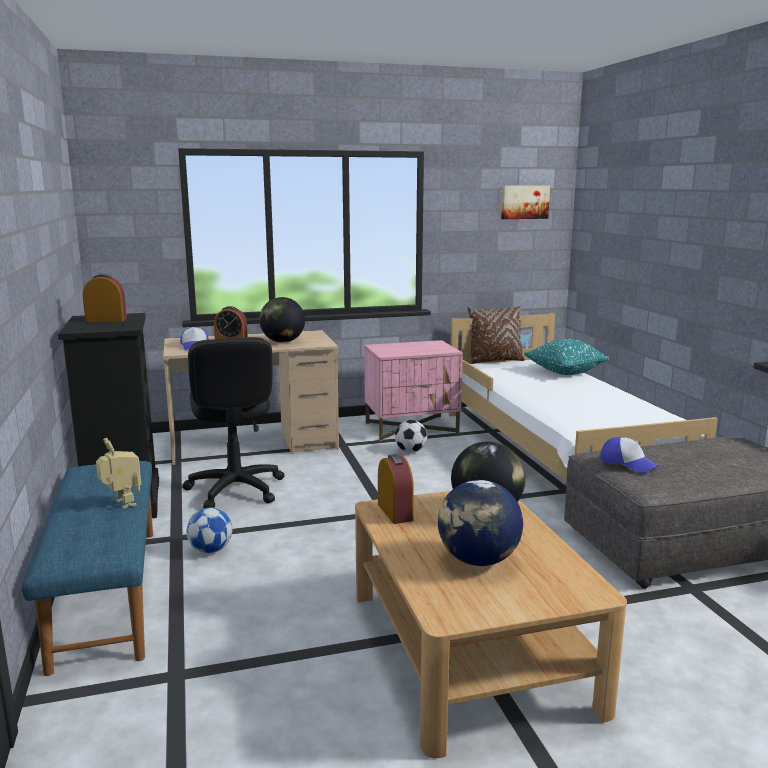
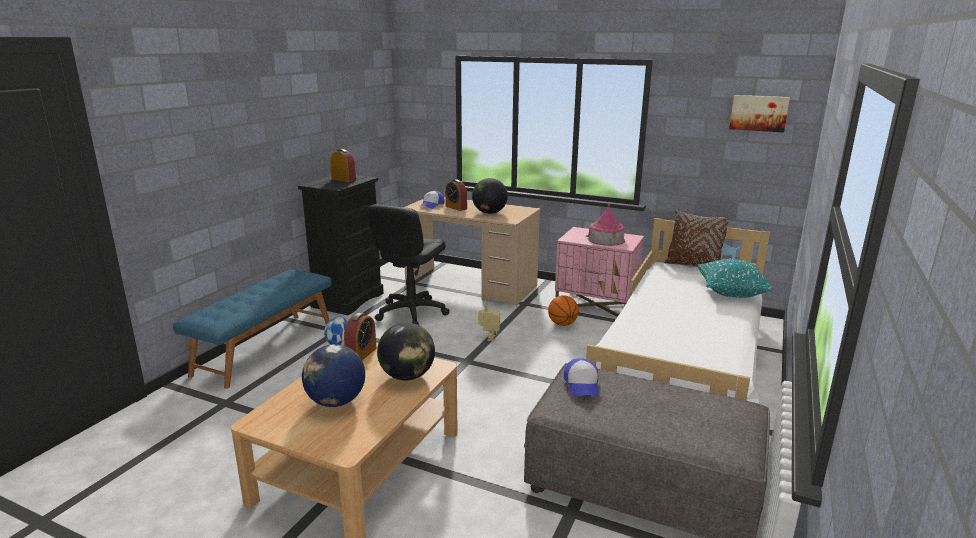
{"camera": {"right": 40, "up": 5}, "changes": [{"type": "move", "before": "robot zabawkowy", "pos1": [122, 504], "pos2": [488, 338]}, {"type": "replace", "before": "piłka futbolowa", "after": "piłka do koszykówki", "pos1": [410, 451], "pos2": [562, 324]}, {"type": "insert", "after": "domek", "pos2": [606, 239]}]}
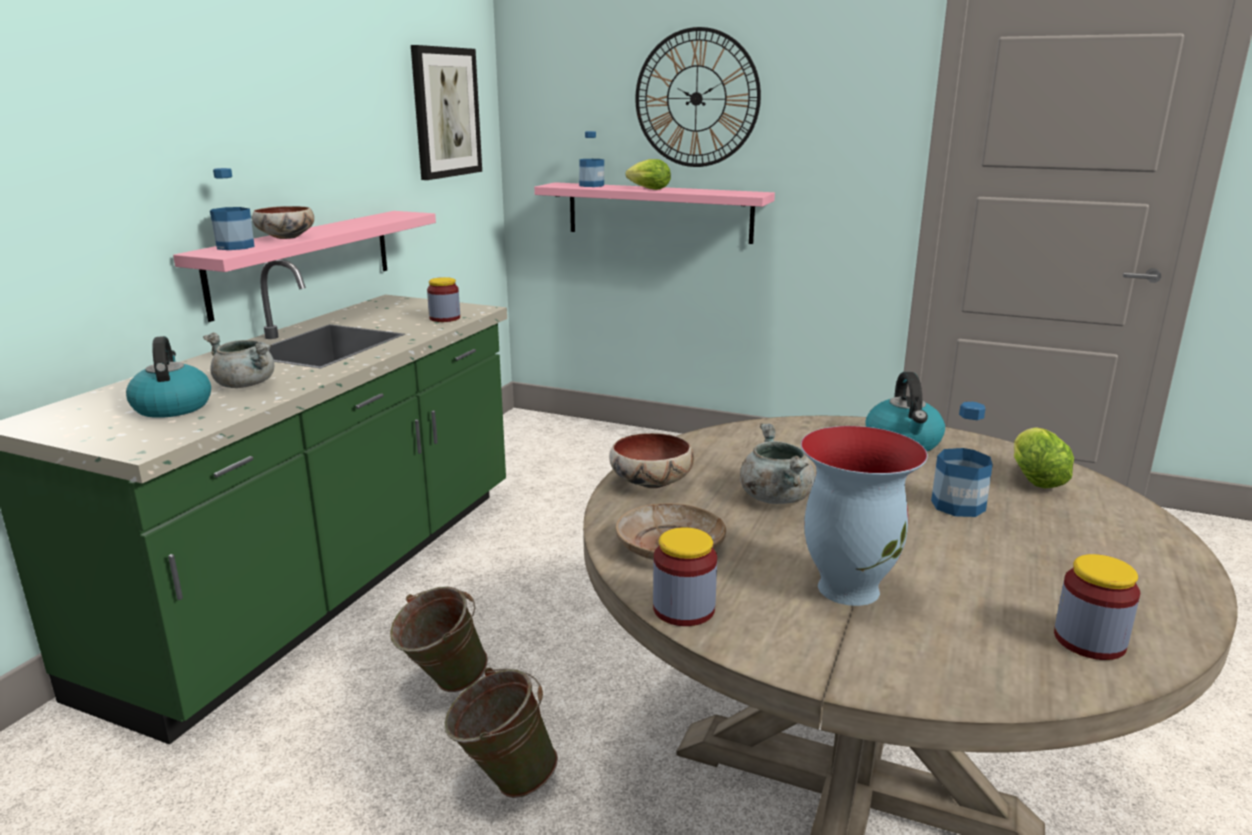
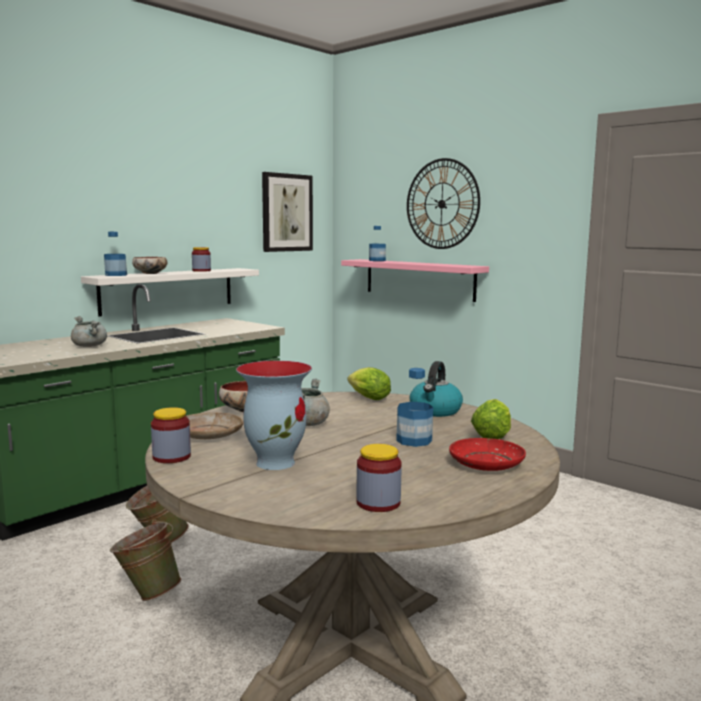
{"camera": {"right": 20, "up": -10}, "changes": [{"type": "delete", "before": "czajnik", "pos1": [172, 407]}, {"type": "recolor", "before": "półka/różowy", "after": "półka/biały", "pos1": [303, 261], "pos2": [168, 290]}, {"type": "move", "before": "słoik", "pos1": [445, 318], "pos2": [201, 271]}, {"type": "move", "before": "sałata", "pos1": [647, 189], "pos2": [366, 398]}, {"type": "insert", "after": "talerz/czerwony", "pos2": [486, 463]}]}
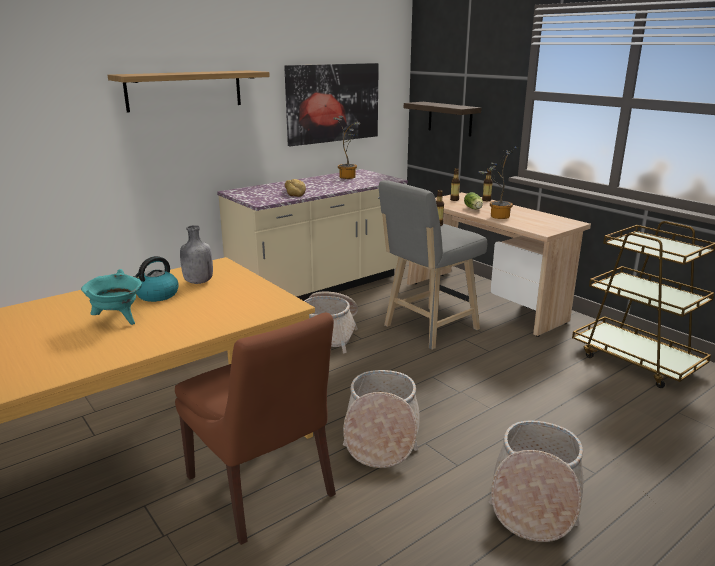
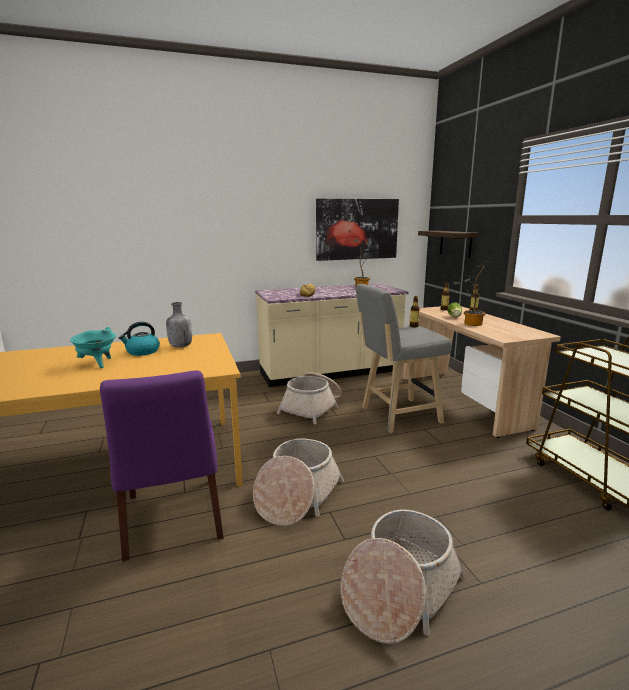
{"camera": {"right": 20, "up": -5}, "changes": [{"type": "delete", "before": "półka", "pos1": [184, 90]}, {"type": "recolor", "before": "krzesło/brązowy", "after": "krzesło/fioletowy", "pos1": [262, 489], "pos2": [173, 519]}]}
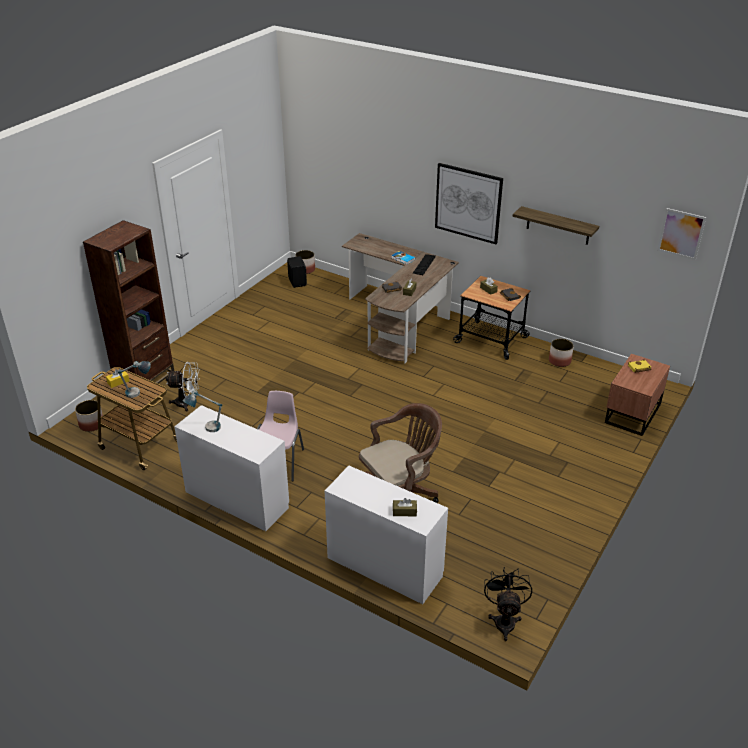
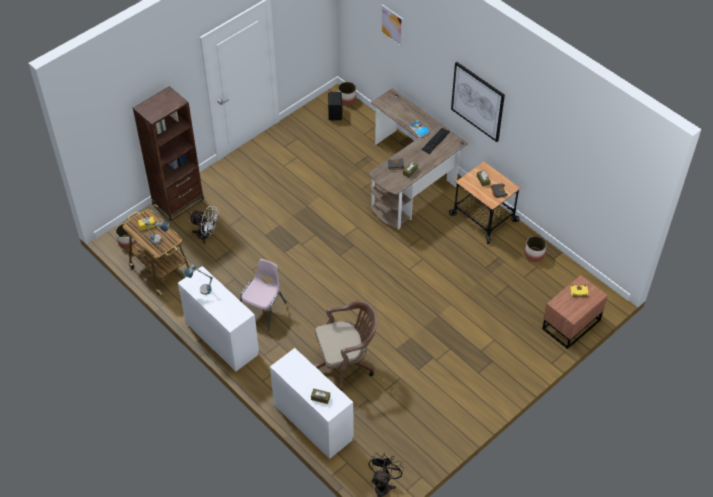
{"camera": {"right": 15, "up": 15}, "changes": [{"type": "delete", "before": "półka", "pos1": [558, 226]}, {"type": "move", "before": "obraz", "pos1": [681, 233], "pos2": [392, 25]}]}
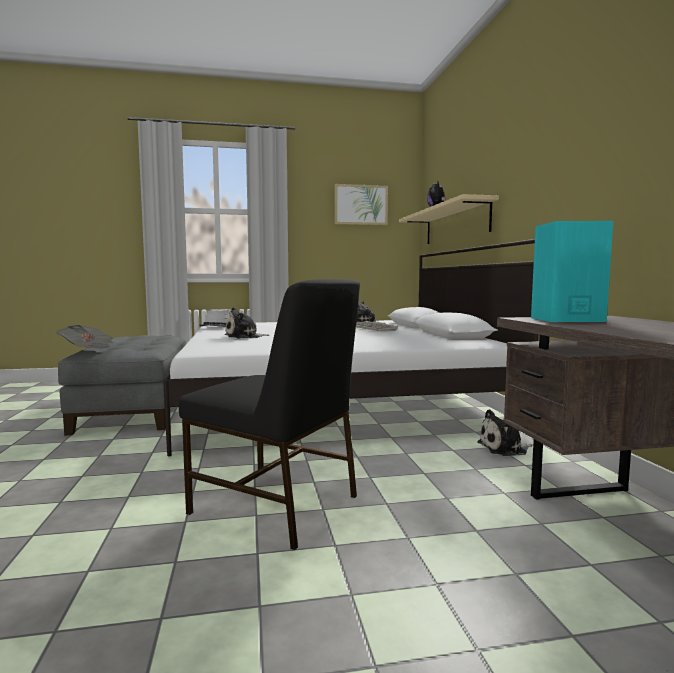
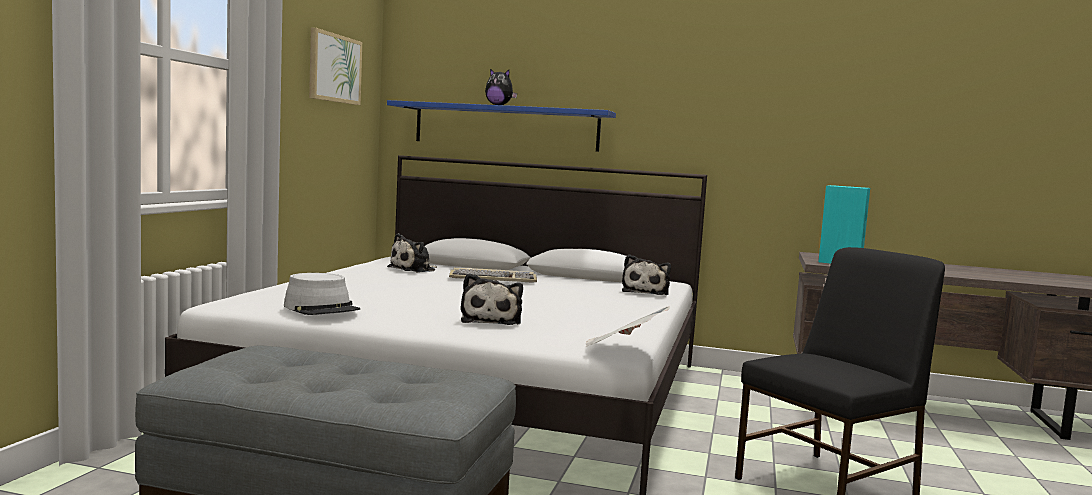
{"camera": {"right": -65, "up": 0}, "changes": [{"type": "move", "before": "gazeta", "pos1": [88, 352], "pos2": [622, 350]}, {"type": "recolor", "before": "półka/beżowy", "after": "półka/niebieski", "pos1": [455, 224], "pos2": [506, 127]}, {"type": "move", "before": "pluszak", "pos1": [504, 448], "pos2": [646, 292]}]}
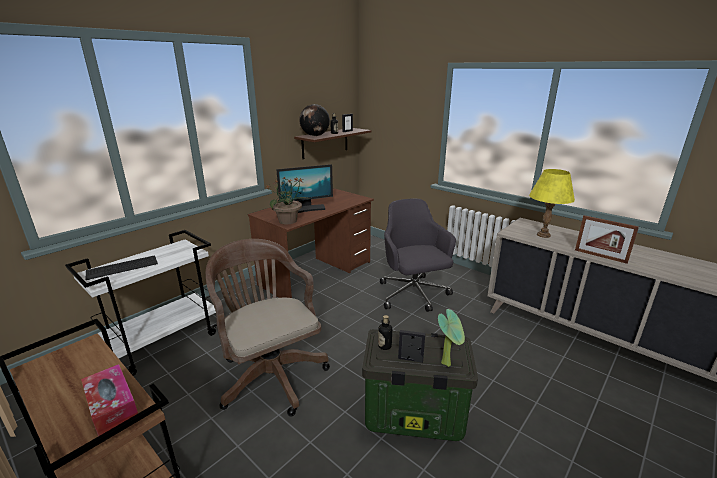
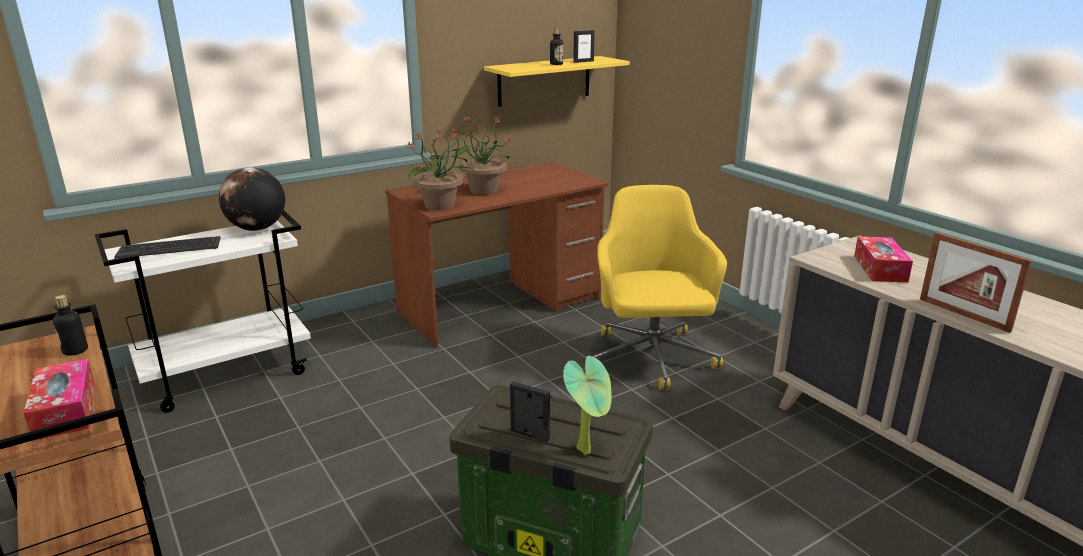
{"camera": {"right": 15, "up": 0}, "changes": [{"type": "delete", "before": "krzesło biurowe/brązowy", "pos1": [270, 373]}, {"type": "replace", "before": "monitor", "after": "roślina doniczkowa", "pos1": [307, 209], "pos2": [483, 190]}, {"type": "recolor", "before": "półka/brązowy", "after": "półka/żółty", "pos1": [325, 143], "pos2": [544, 81]}, {"type": "move", "before": "globus", "pos1": [315, 136], "pos2": [257, 229]}, {"type": "move", "before": "butelka", "pos1": [384, 346], "pos2": [75, 350]}, {"type": "recolor", "before": "krzesło biurowe/szary", "after": "krzesło biurowe/żółty", "pos1": [413, 295], "pos2": [651, 360]}, {"type": "replace", "before": "lampa stołowa/żółty", "after": "pudełko chusteczek", "pos1": [544, 235], "pos2": [880, 268]}]}
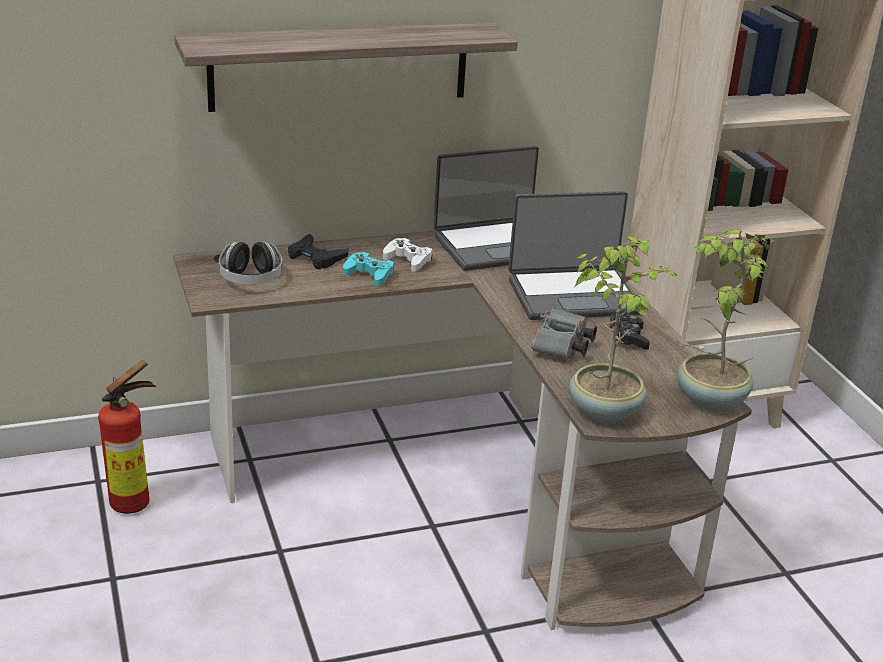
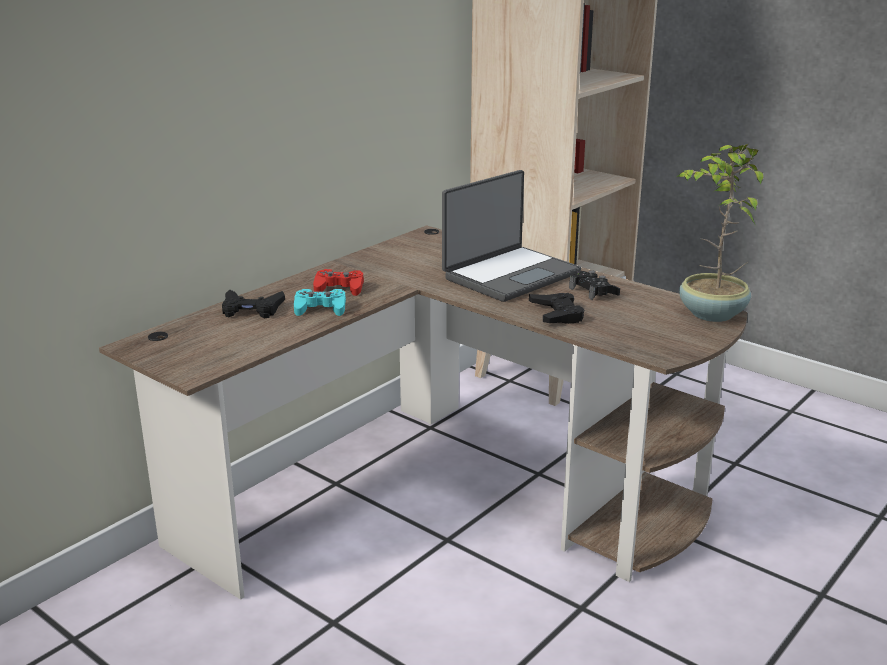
{"camera": {"right": -30, "up": -5}, "changes": [{"type": "delete", "before": "gaśnica", "pos1": [135, 502]}, {"type": "delete", "before": "półka", "pos1": [339, 66]}, {"type": "delete", "before": "słuchawki", "pos1": [250, 279]}, {"type": "recolor", "before": "pad do gier/biały", "after": "pad do gier/czerwony", "pos1": [408, 260], "pos2": [339, 288]}, {"type": "delete", "before": "laptop", "pos1": [497, 246]}, {"type": "replace", "before": "lornetka/szary", "after": "pad do gier/czarny", "pos1": [561, 348], "pos2": [557, 314]}, {"type": "delete", "before": "roślina doniczkowa", "pos1": [605, 410]}]}
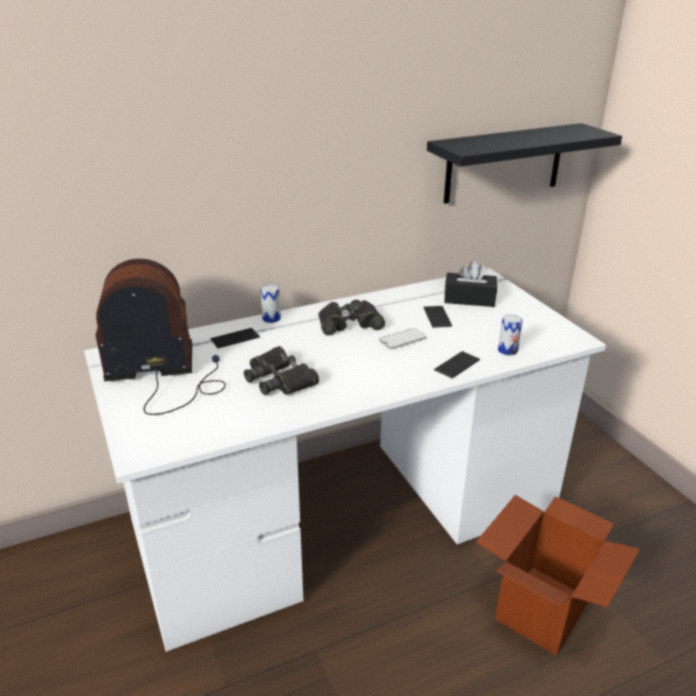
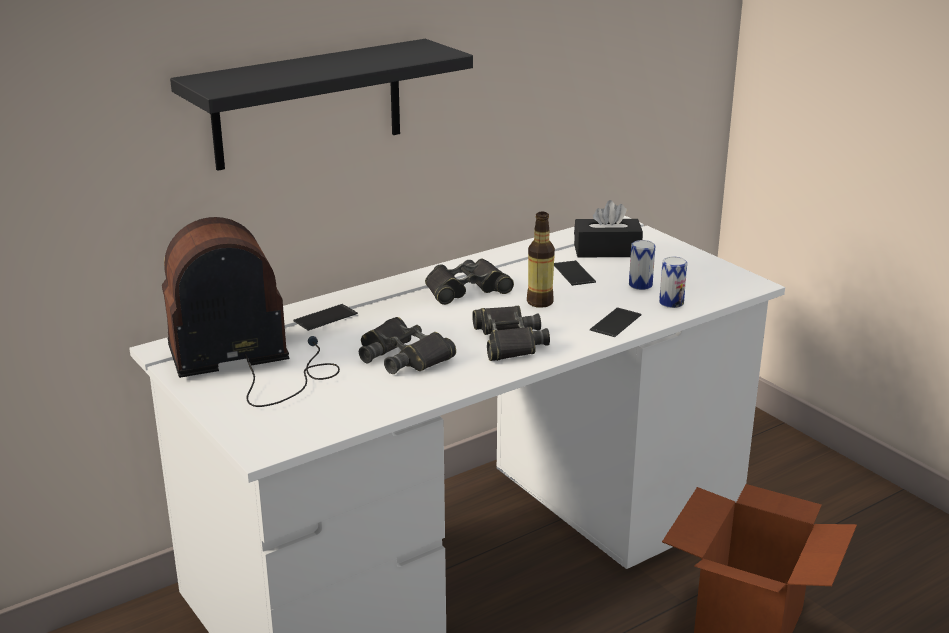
{"camera": {"right": -10, "up": -5}, "changes": [{"type": "move", "before": "puszka", "pos1": [271, 318], "pos2": [640, 285]}, {"type": "replace", "before": "telefon", "after": "butelka", "pos1": [402, 340], "pos2": [540, 302]}, {"type": "move", "before": "półka/czarny", "pos1": [504, 163], "pos2": [308, 104]}, {"type": "insert", "after": "lornetka/czarny", "pos2": [508, 341]}]}
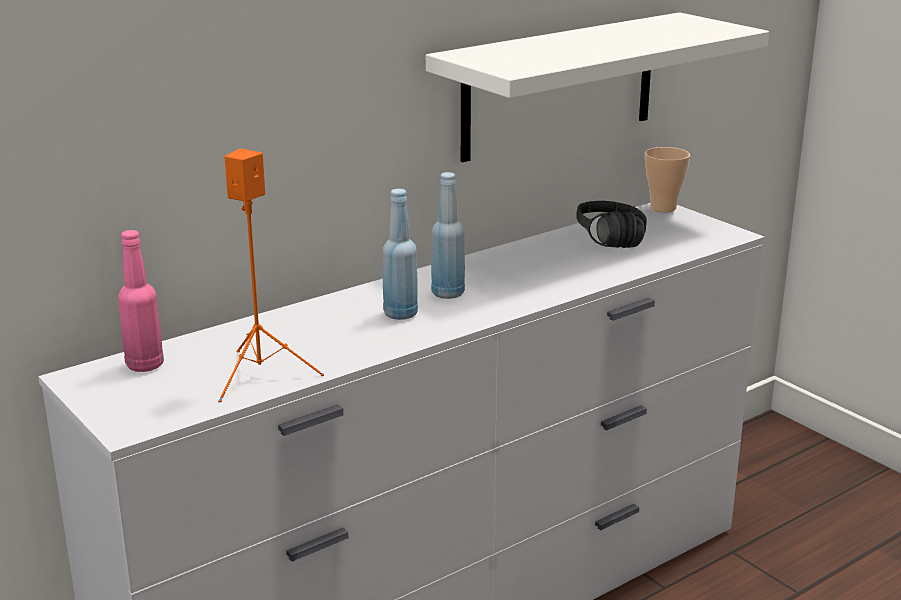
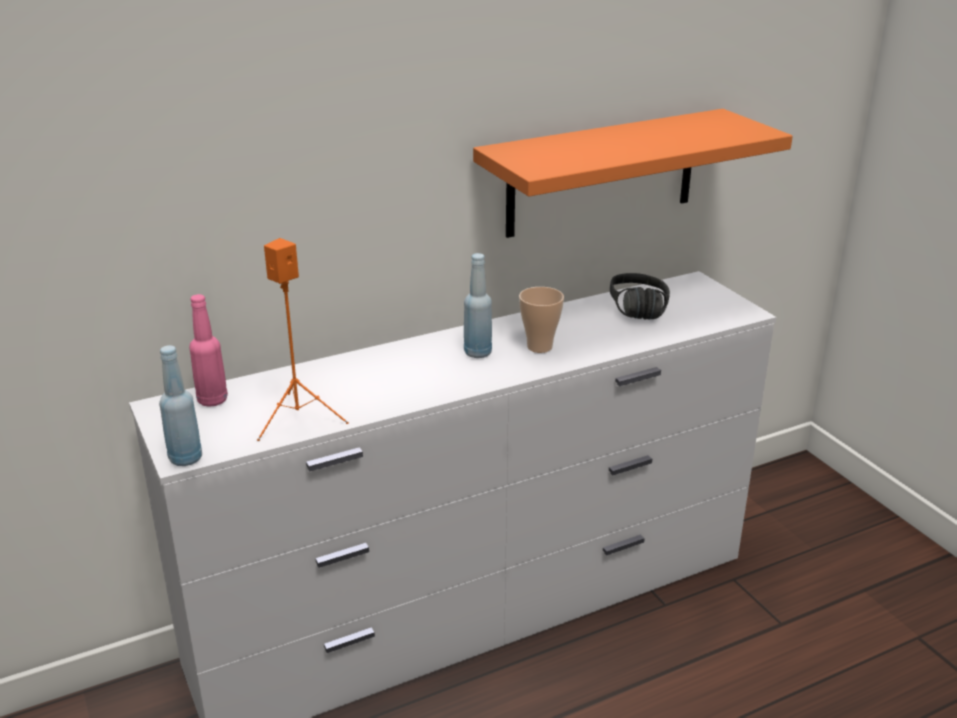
{"camera": {"right": 10, "up": 5}, "changes": [{"type": "move", "before": "butelka/niebieski", "pos1": [400, 314], "pos2": [185, 458]}, {"type": "recolor", "before": "półka/biały", "after": "półka/pomarańczowy", "pos1": [559, 86], "pos2": [602, 173]}, {"type": "move", "before": "filiżanka", "pos1": [663, 208], "pos2": [539, 347]}]}
